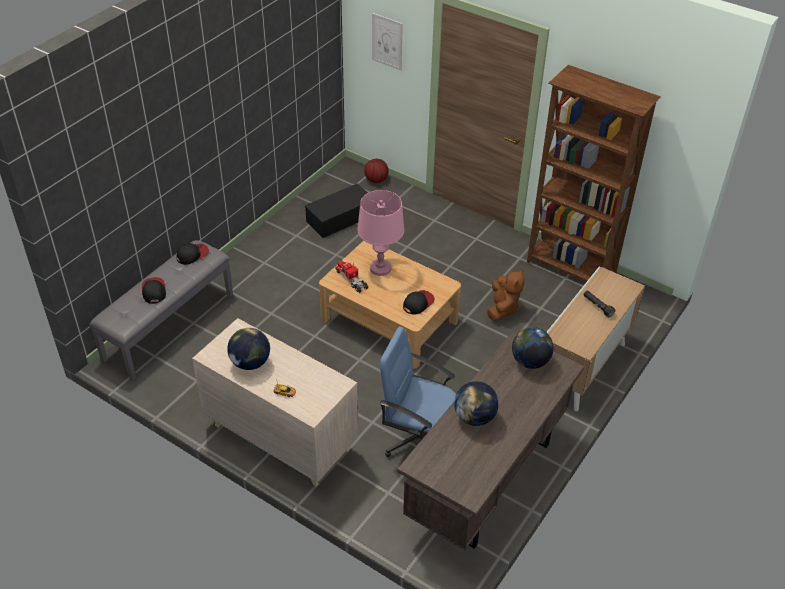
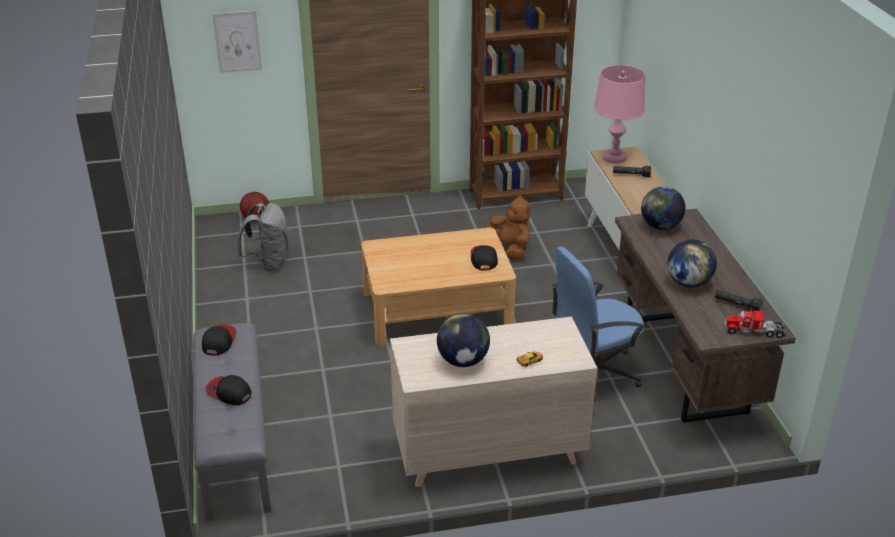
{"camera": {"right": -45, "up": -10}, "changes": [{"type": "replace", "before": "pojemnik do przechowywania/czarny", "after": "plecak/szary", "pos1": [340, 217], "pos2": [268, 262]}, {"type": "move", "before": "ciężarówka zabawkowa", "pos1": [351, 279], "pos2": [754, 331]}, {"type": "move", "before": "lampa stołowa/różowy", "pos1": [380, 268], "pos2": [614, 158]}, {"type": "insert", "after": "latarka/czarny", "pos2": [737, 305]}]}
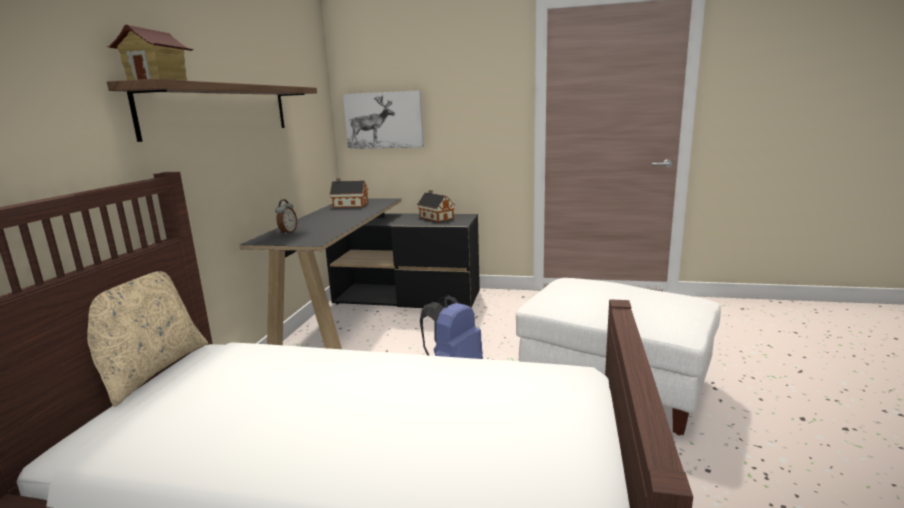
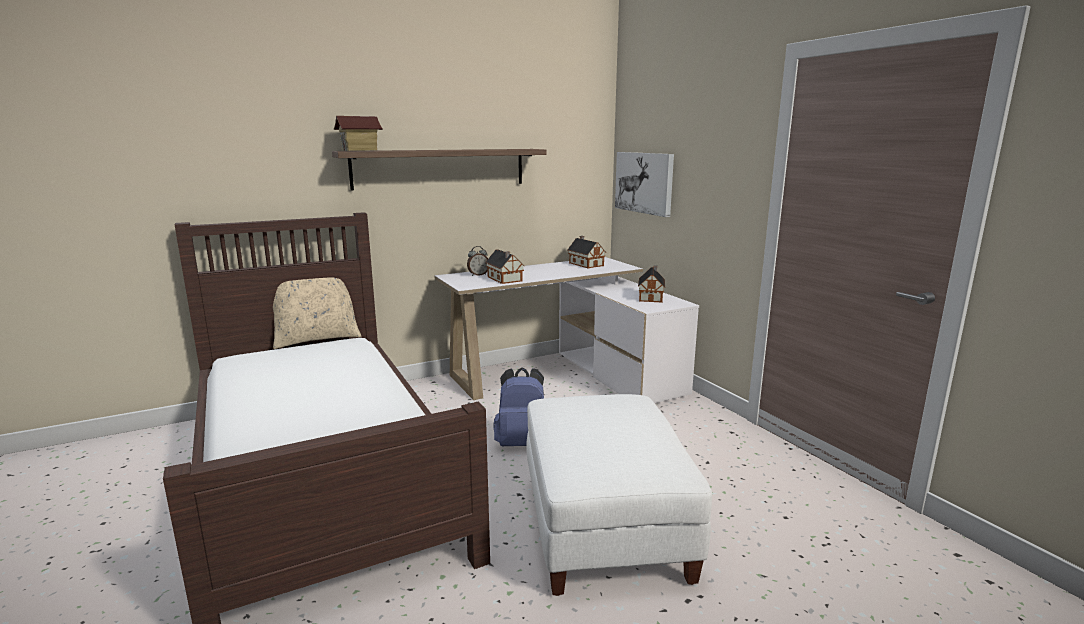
{"camera": {"right": 50, "up": 0}, "changes": [{"type": "recolor", "before": "biurko/czarny", "after": "biurko/biały", "pos1": [374, 314], "pos2": [568, 375]}, {"type": "insert", "after": "domek", "pos2": [505, 279]}]}
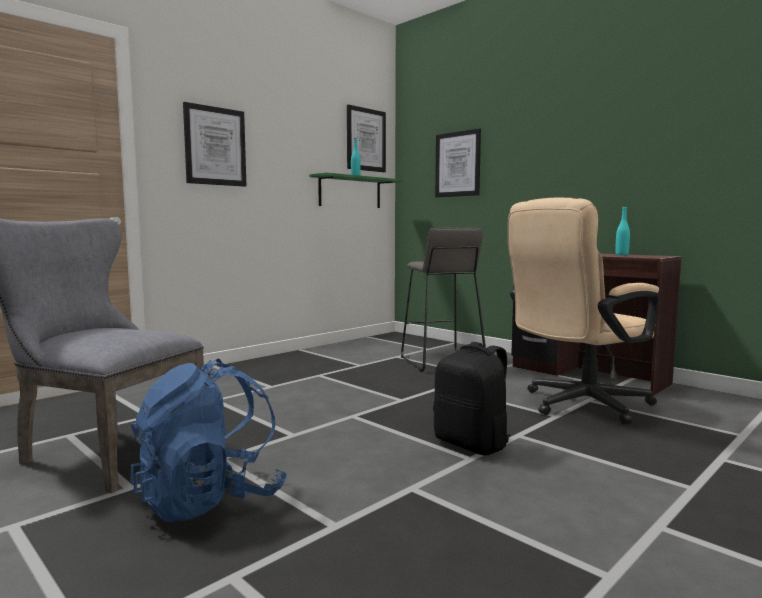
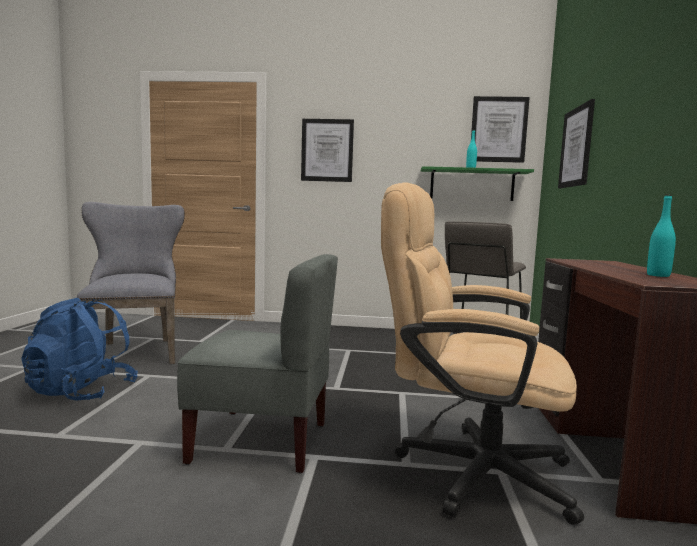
{"camera": {"right": 50, "up": 0}, "changes": [{"type": "replace", "before": "plecak/czarny", "after": "krzesło/szary", "pos1": [472, 444], "pos2": [262, 441]}]}
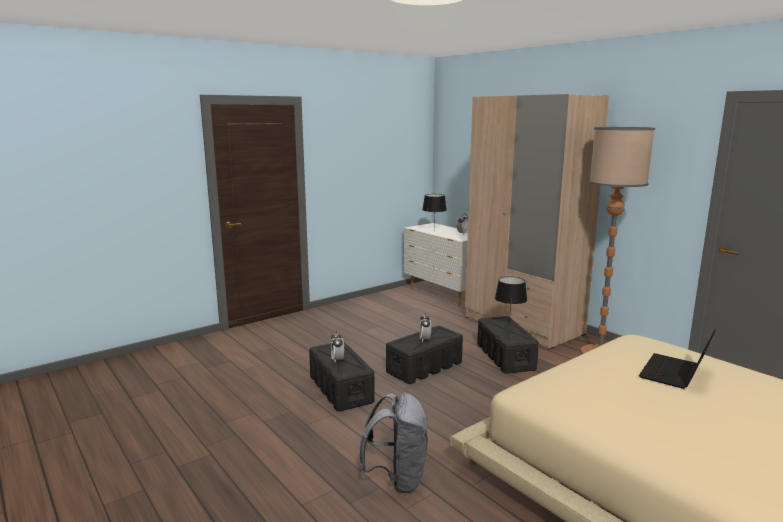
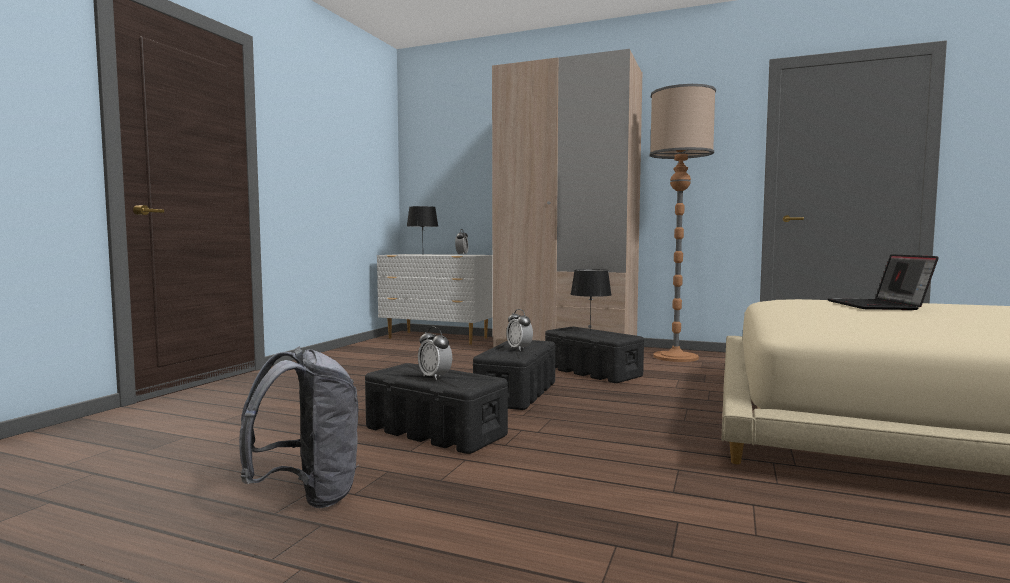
{"camera": {"right": -30, "up": -10}, "changes": [{"type": "move", "before": "plecak/szary", "pos1": [397, 478], "pos2": [308, 496]}]}
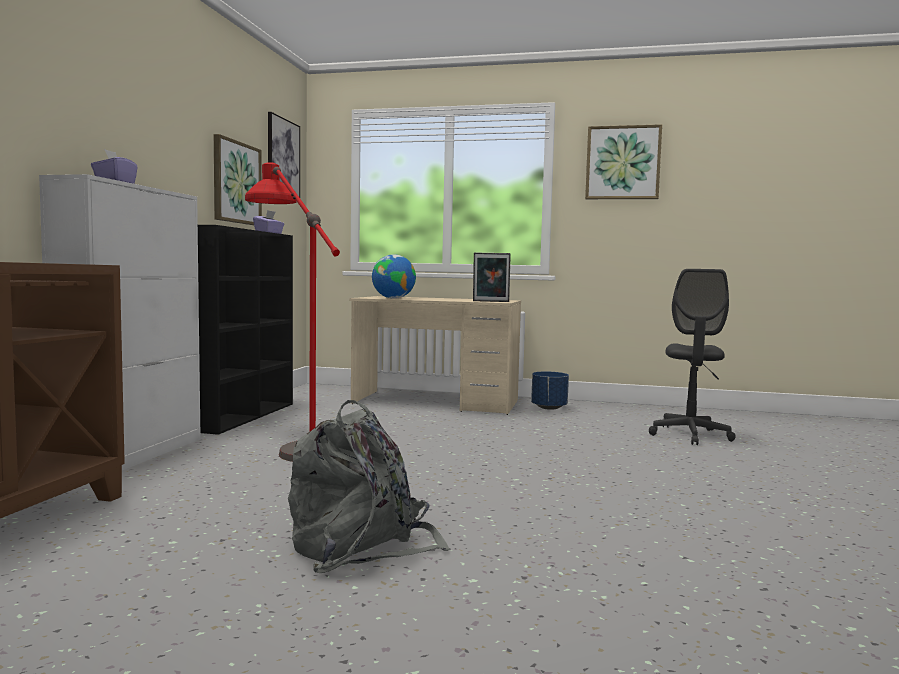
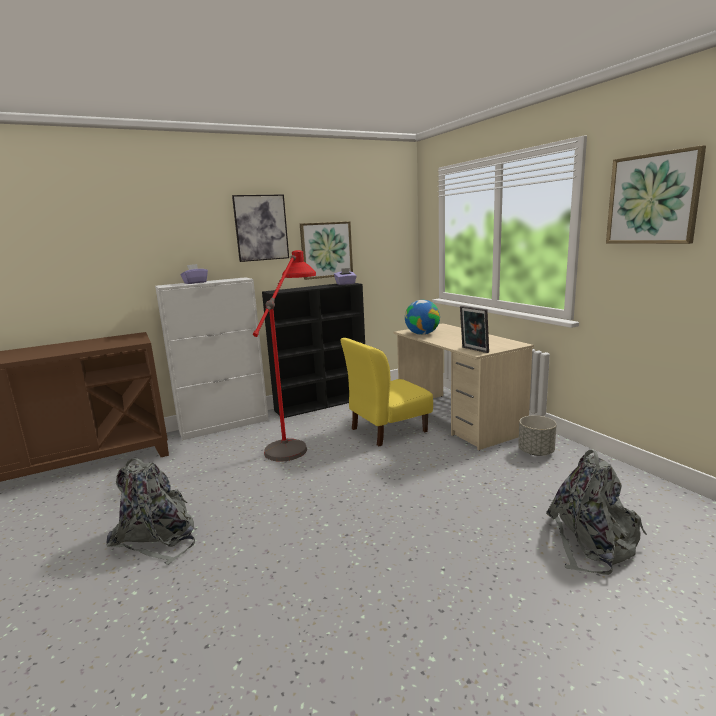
{"camera": {"right": 50, "up": 10}, "changes": [{"type": "move", "before": "obraz", "pos1": [283, 158], "pos2": [261, 228]}, {"type": "recolor", "before": "donica/niebieski", "after": "donica/szary", "pos1": [549, 408], "pos2": [535, 452]}, {"type": "replace", "before": "krzesło biurowe/szary", "after": "plecak/szary", "pos1": [690, 435], "pos2": [592, 542]}, {"type": "insert", "after": "krzesło/żółty", "pos2": [388, 430]}]}
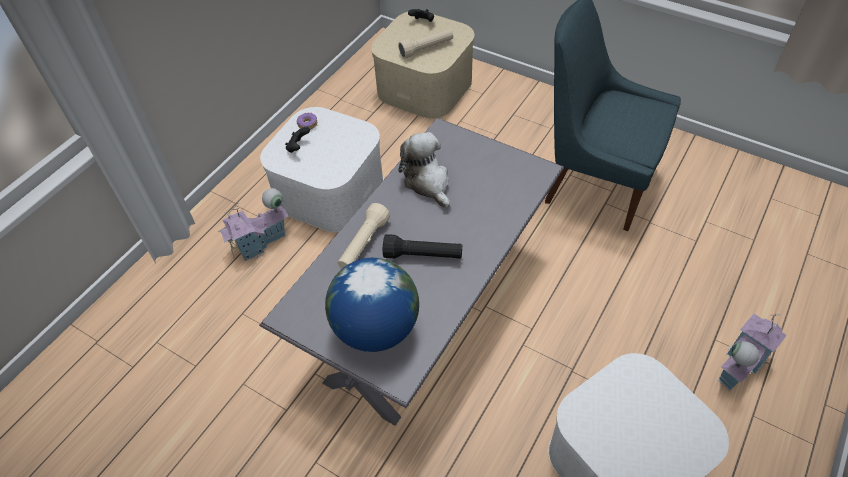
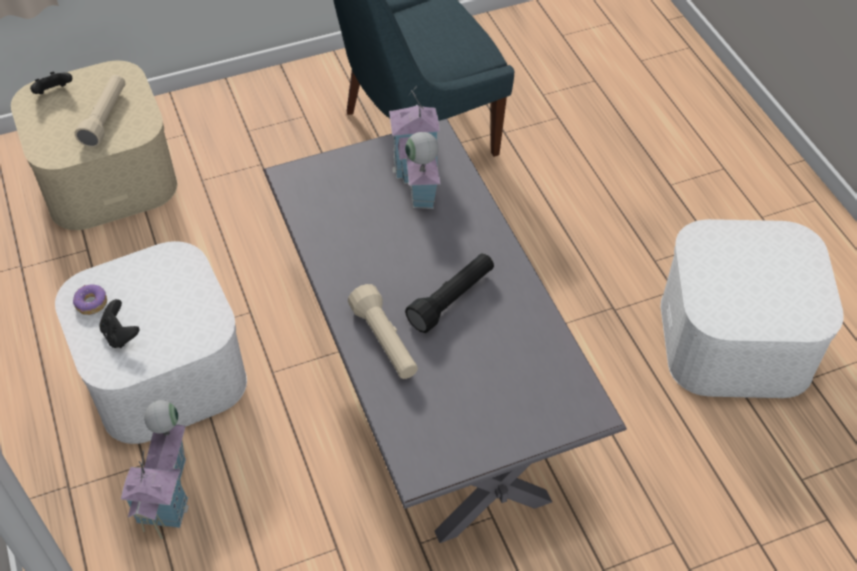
{"camera": {"right": -55, "up": 0}, "changes": [{"type": "delete", "before": "globus", "pos1": [376, 328]}, {"type": "delete", "before": "pluszak", "pos1": [427, 182]}, {"type": "move", "before": "domek", "pos1": [739, 365], "pos2": [417, 179]}]}
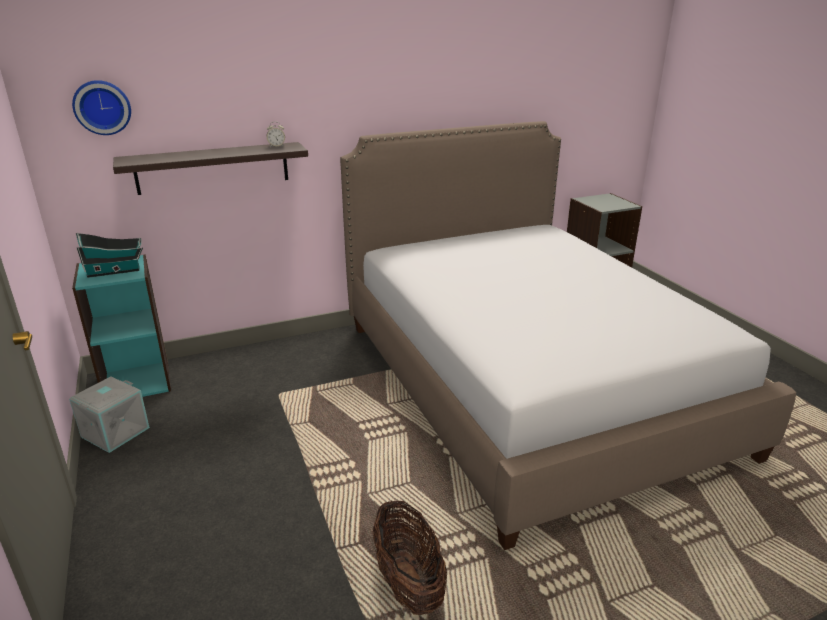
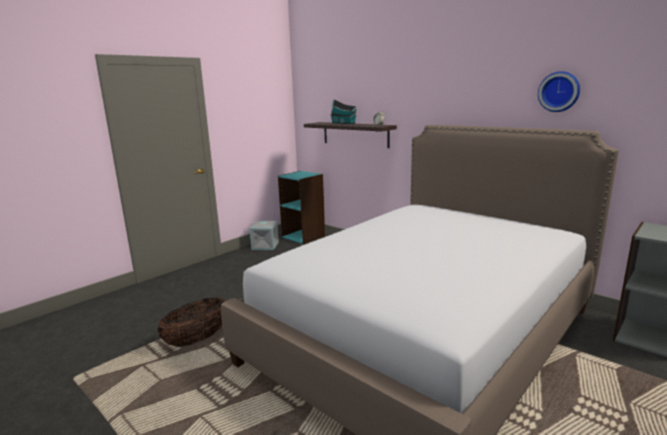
{"camera": {"right": 65, "up": -10}, "changes": [{"type": "move", "before": "zegar ścienny", "pos1": [102, 107], "pos2": [559, 91]}, {"type": "move", "before": "domek", "pos1": [116, 271], "pos2": [344, 123]}]}
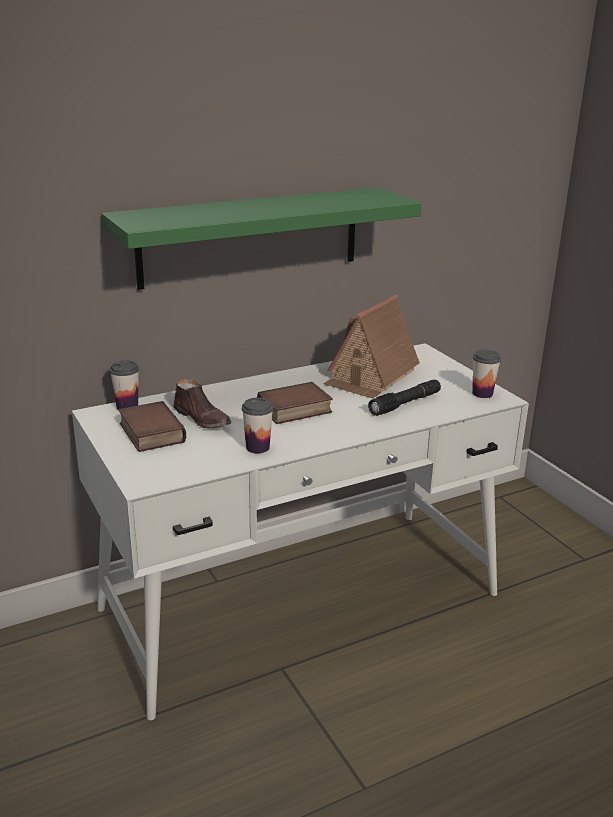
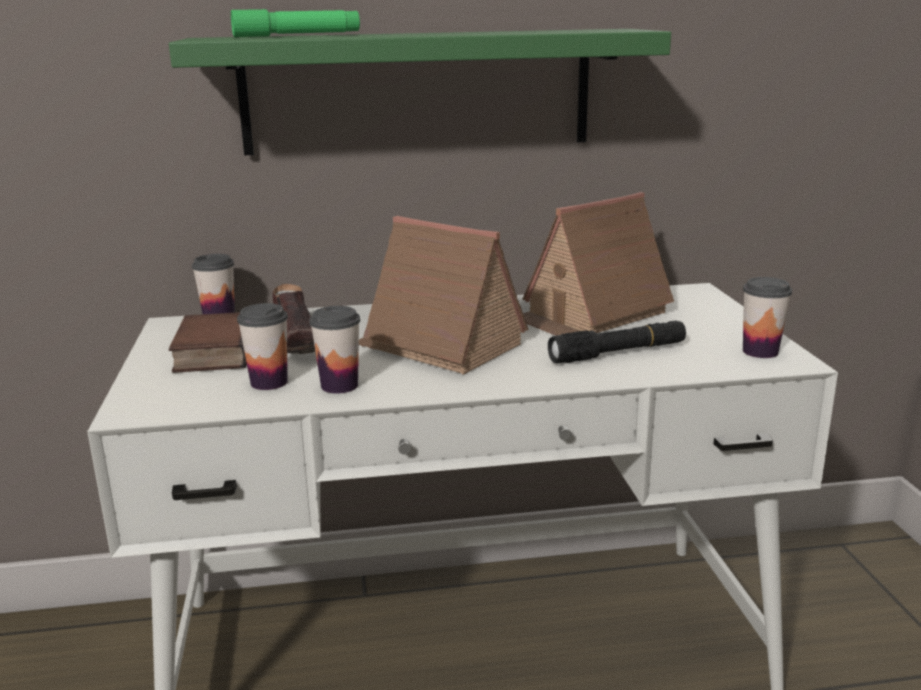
{"camera": {"right": 20, "up": -5}, "changes": [{"type": "replace", "before": "książka", "after": "domek", "pos1": [294, 410], "pos2": [439, 345]}, {"type": "insert", "after": "latarka/zielony", "pos2": [297, 35]}, {"type": "insert", "after": "filiżanka", "pos2": [269, 382]}]}
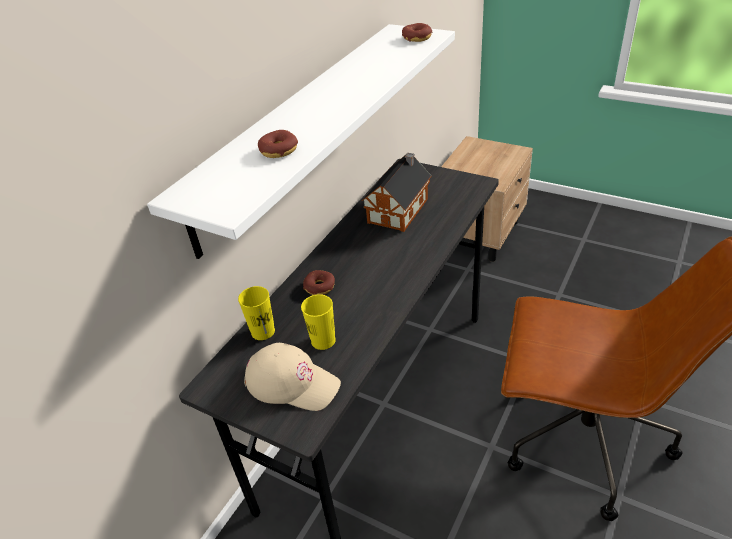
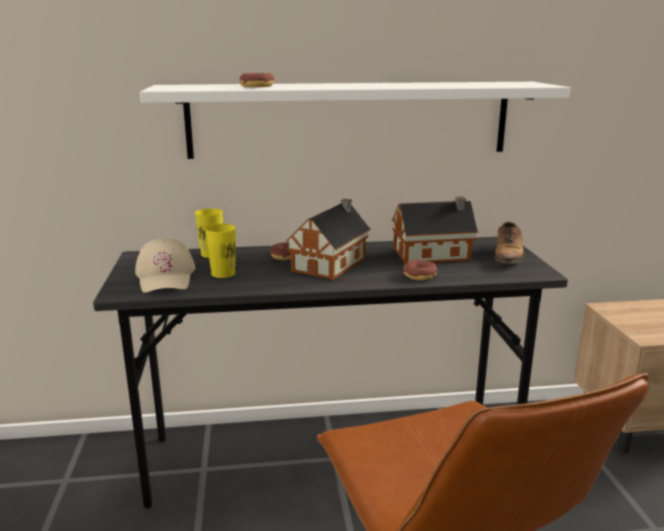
{"camera": {"right": 50, "up": -20}, "changes": [{"type": "move", "before": "donut", "pos1": [417, 38], "pos2": [419, 275]}, {"type": "insert", "after": "domek", "pos2": [331, 263]}, {"type": "insert", "after": "but", "pos2": [508, 256]}]}
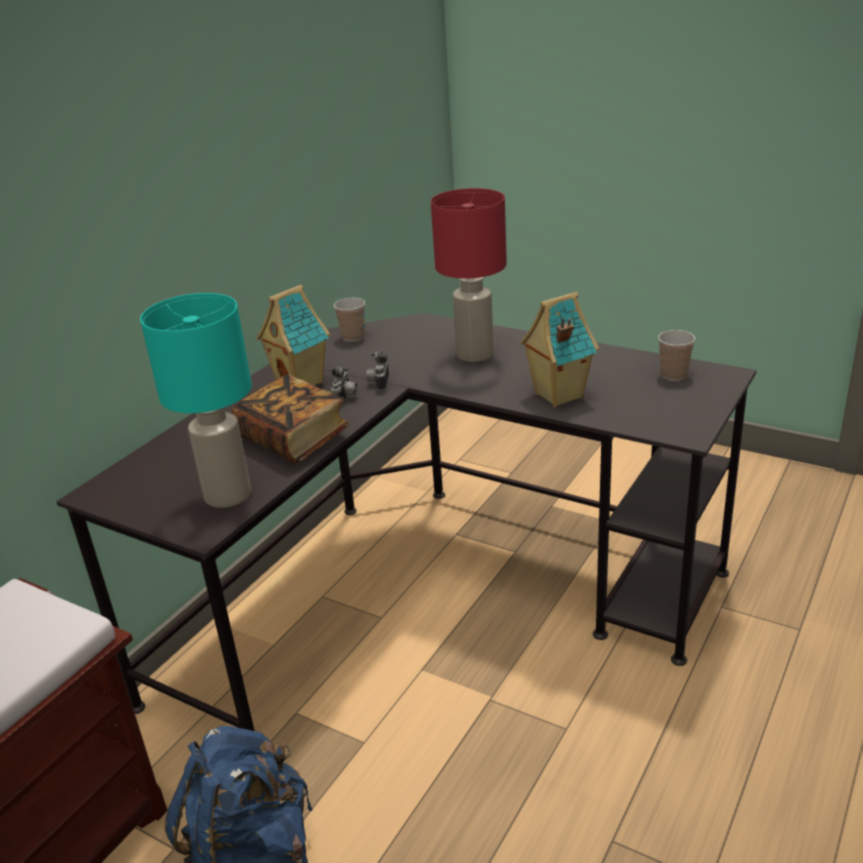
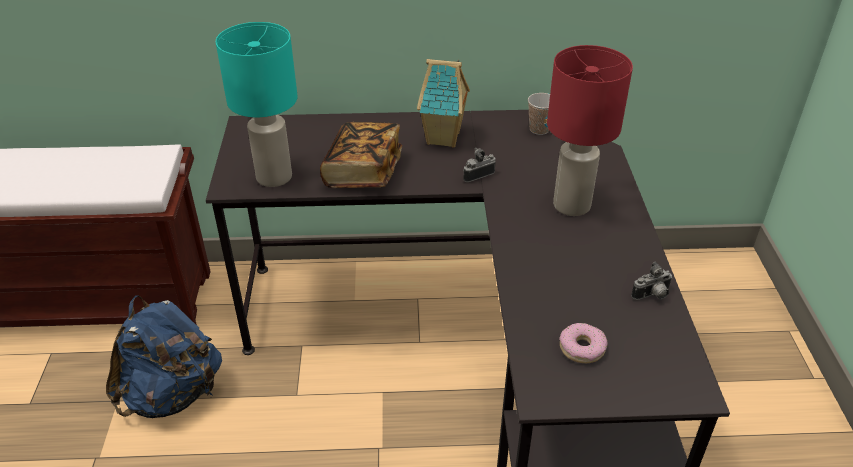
{"camera": {"right": 55, "up": 10}, "changes": [{"type": "move", "before": "aparat fotograficzny", "pos1": [345, 399], "pos2": [652, 296]}, {"type": "delete", "before": "domek", "pos1": [557, 396]}, {"type": "delete", "before": "filiżanka", "pos1": [673, 375]}, {"type": "insert", "after": "donut", "pos2": [582, 348]}]}
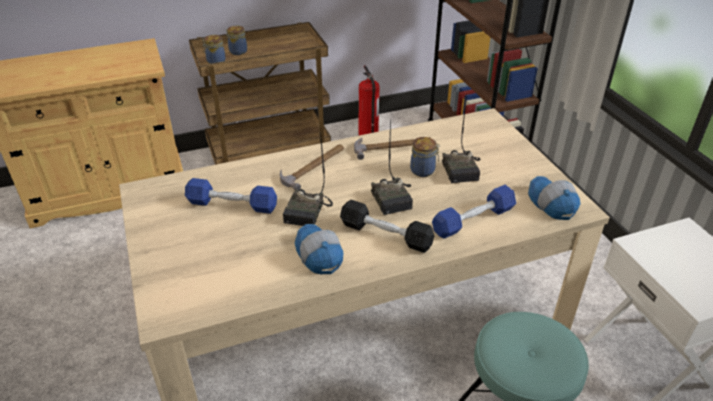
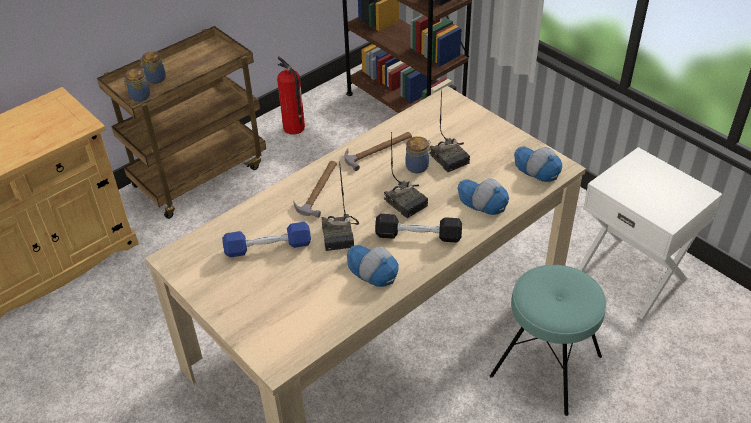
{"camera": {"right": -20, "up": 5}, "changes": [{"type": "replace", "before": "hantel/niebieski", "after": "czapka z daszkiem", "pos1": [473, 220], "pos2": [482, 201]}]}
